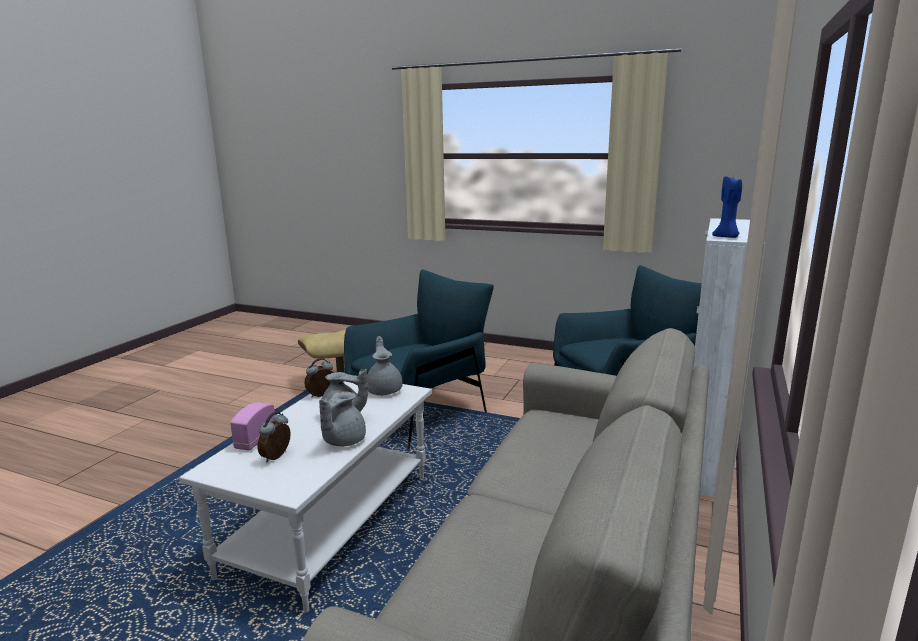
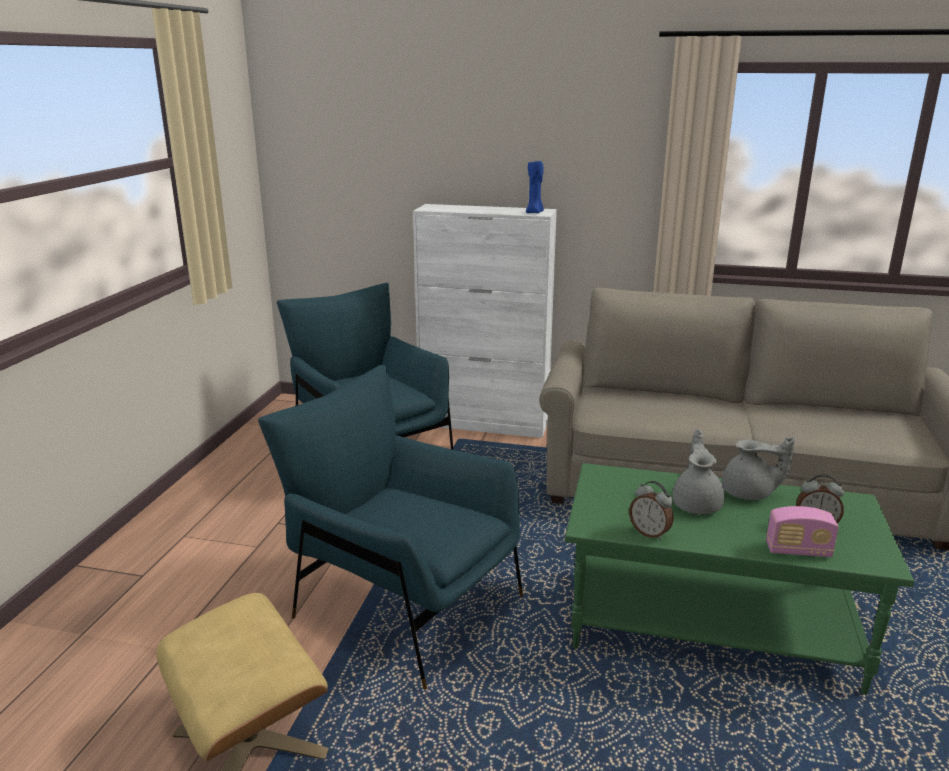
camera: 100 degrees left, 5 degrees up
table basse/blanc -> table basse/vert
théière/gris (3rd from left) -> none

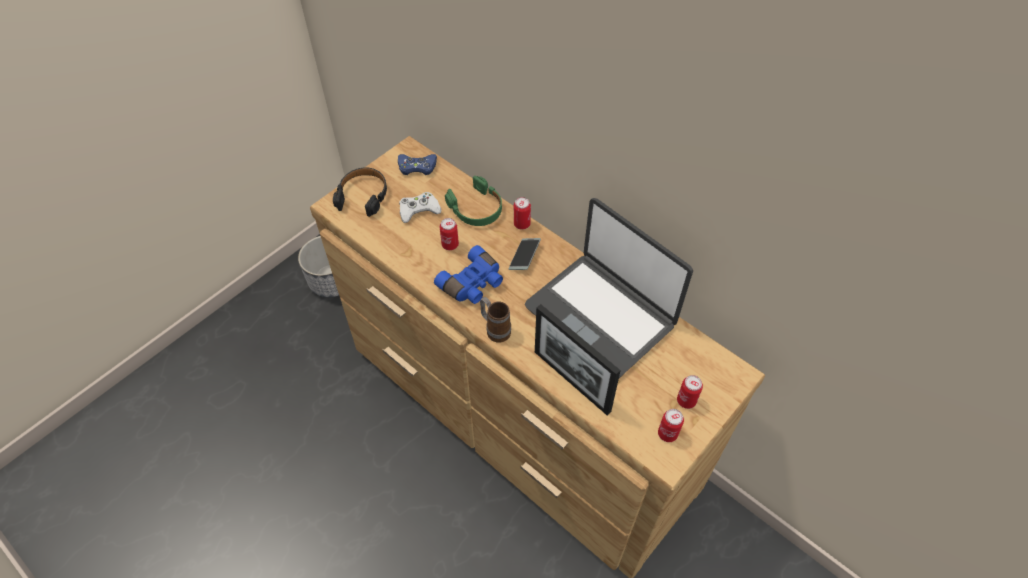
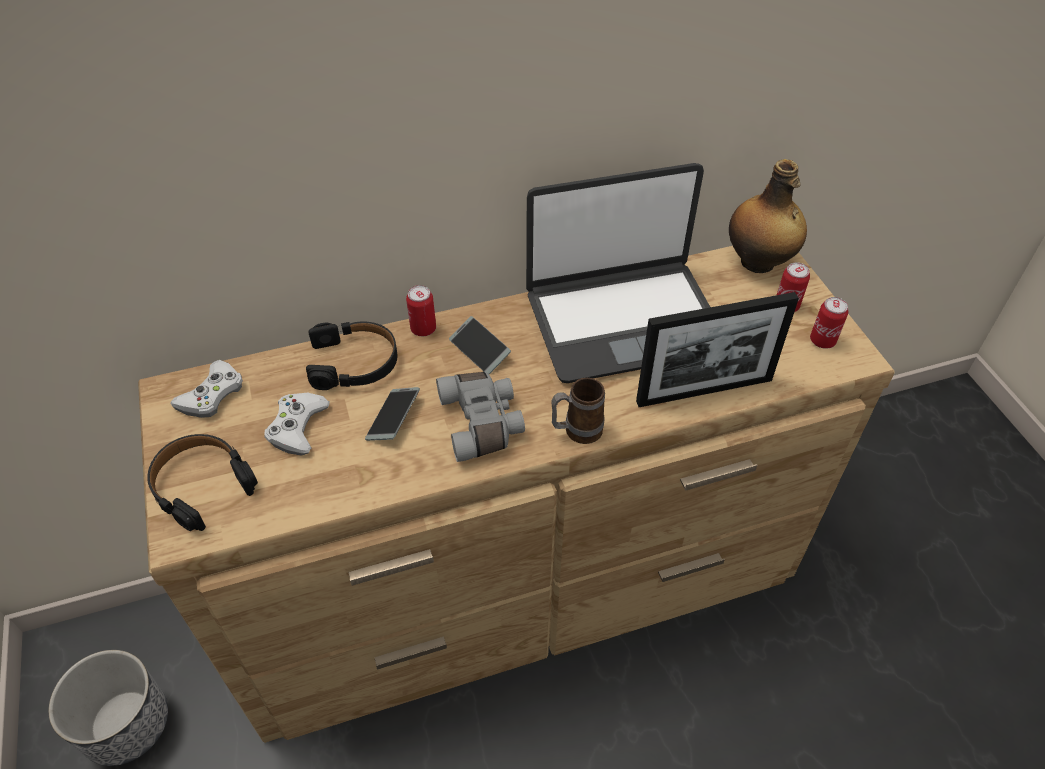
camera: 60 degrees left, 5 degrees down
manette/bleu -> manette/blanc (1st from left)
casque audio/vert -> casque audio/noir (2nd from left)
boîte métallique (1st from left) -> téléphone (1st from left)
jumelles/bleu -> jumelles/gris
none -> bouteille

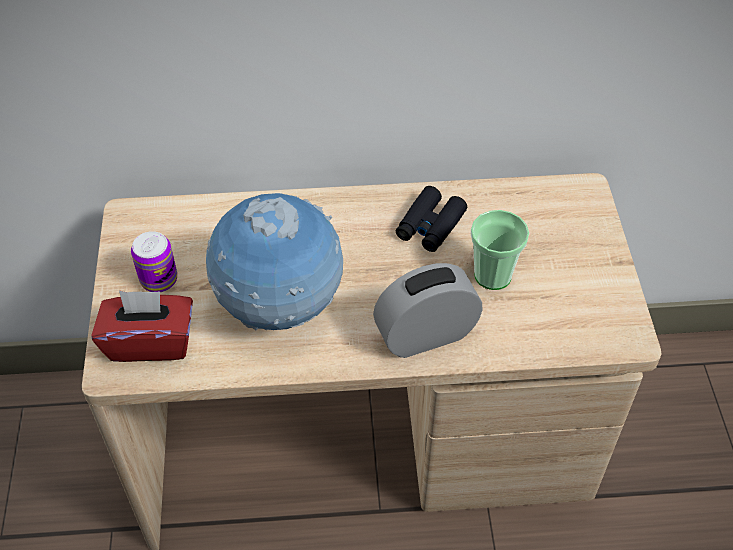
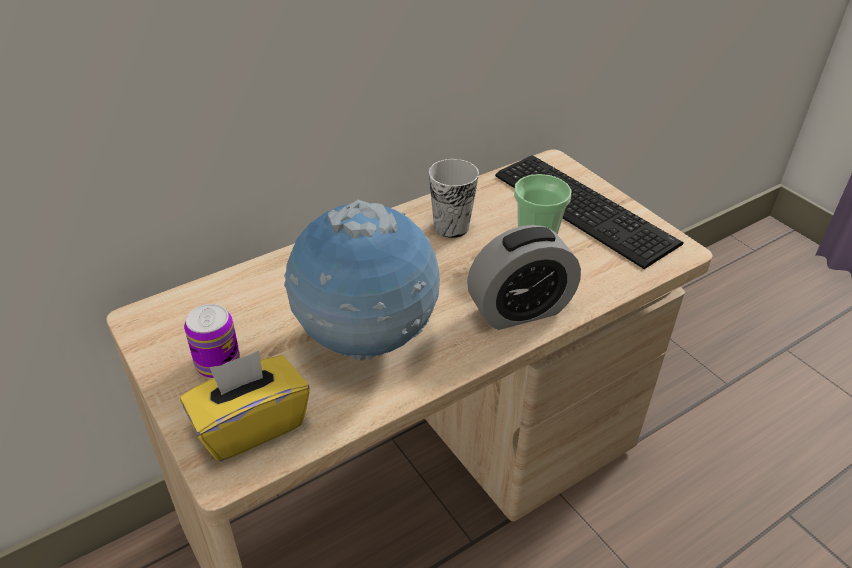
camera: 30 degrees left, 10 degrees down
boîte à mouchoirs/rouge -> boîte à mouchoirs/jaune
jumelles/noir -> tasse (1st from left)
réveil, 150 degrees counterclockwise
none -> clavier

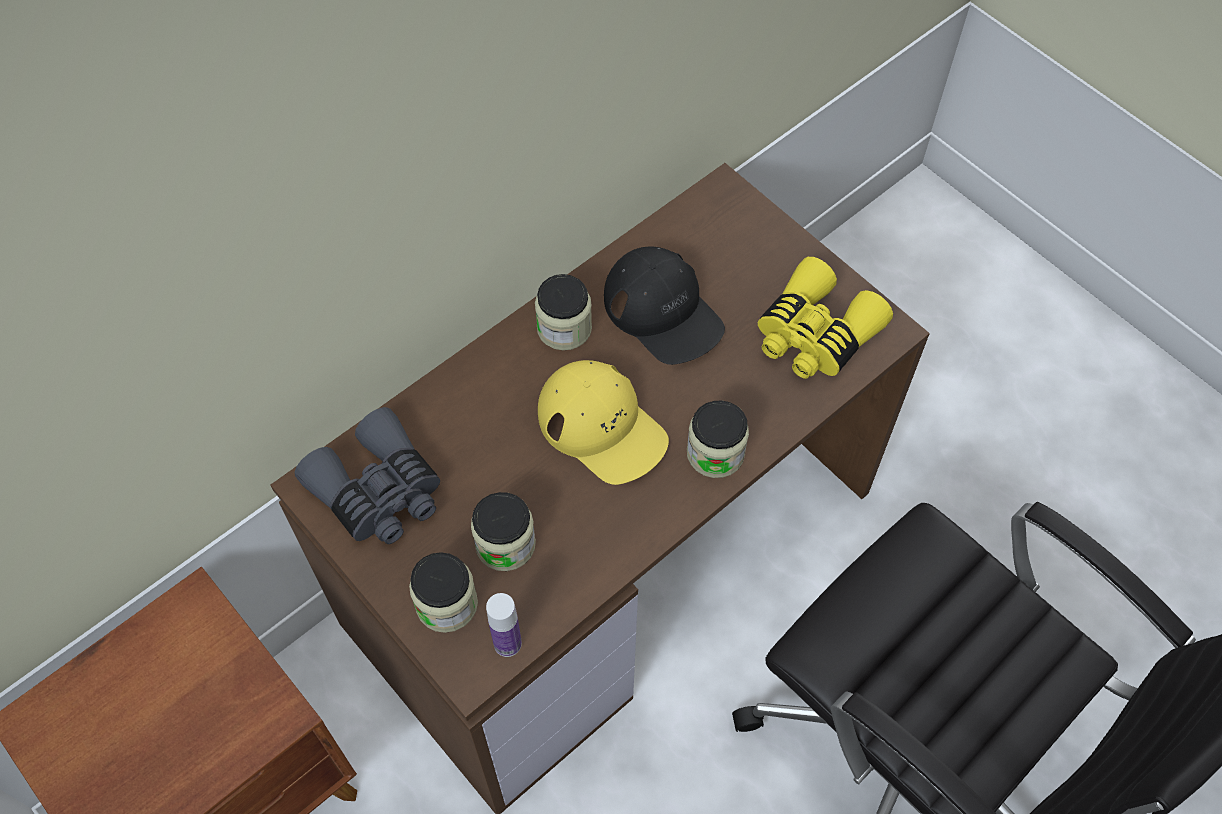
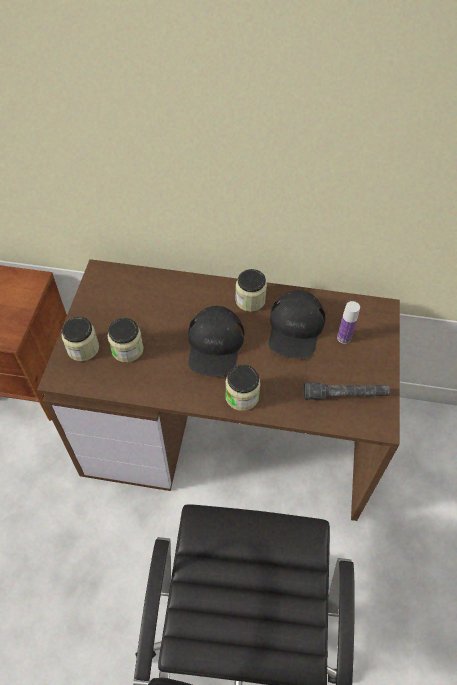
camera: 50 degrees right, 5 degrees down
casquette/jaune -> casquette/noir (1st from left)
jumelles/jaune -> lampe de poche/gris
bouteille, move
jumelles/gris -> none

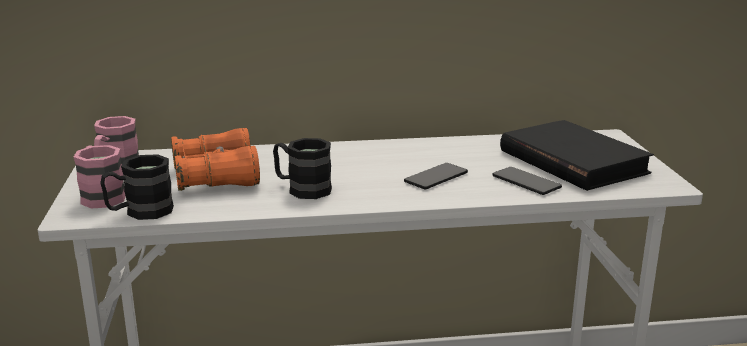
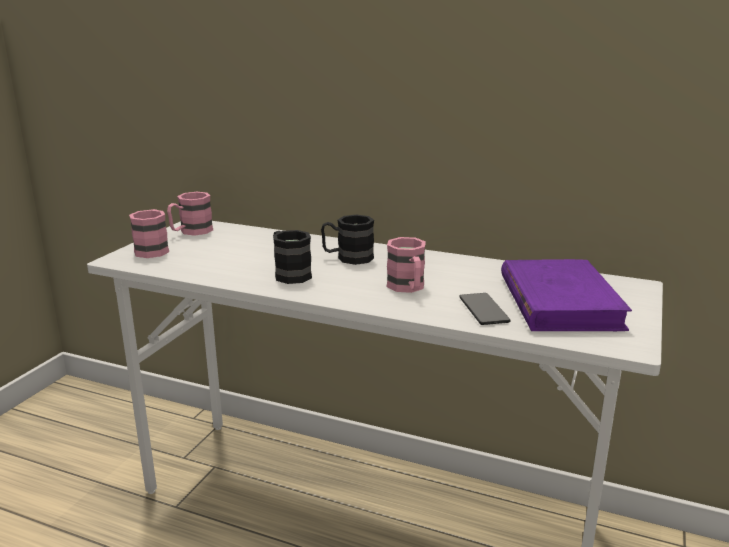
camera: 30 degrees right, 0 degrees up
mug/noir (1st from left in the first image) -> mug/noir (2nd from left), move
téléphone (1st from left) -> mug/rose (3rd from left)
livre/noir -> livre/violet
jumelles/orange -> none

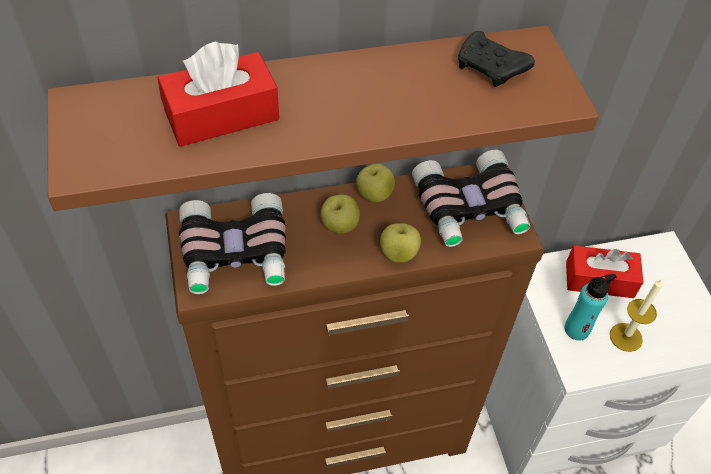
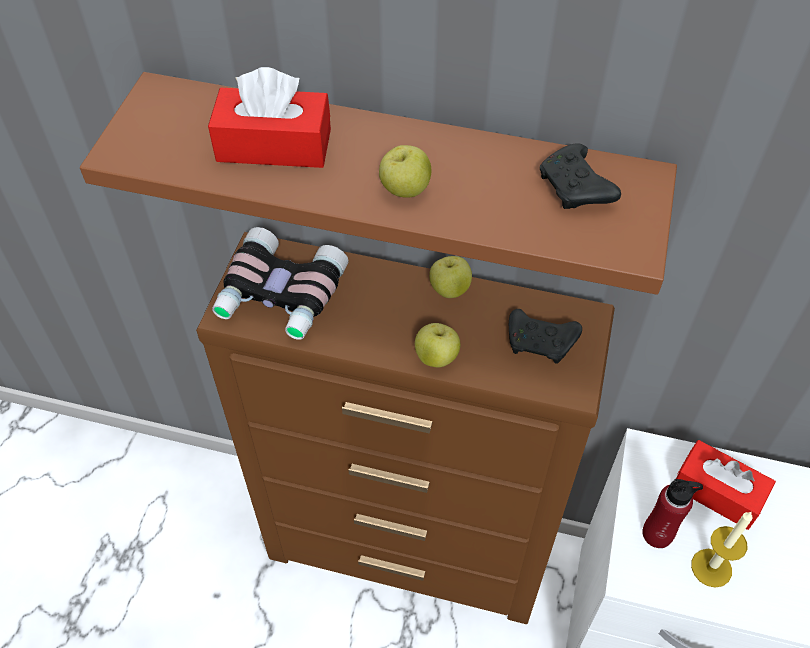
camera: 30 degrees right, 0 degrees up
pomme (1st from left), move
jumelles (2nd from left) -> manette/noir (1st from left)
bouteille/turquoise -> bouteille/rouge

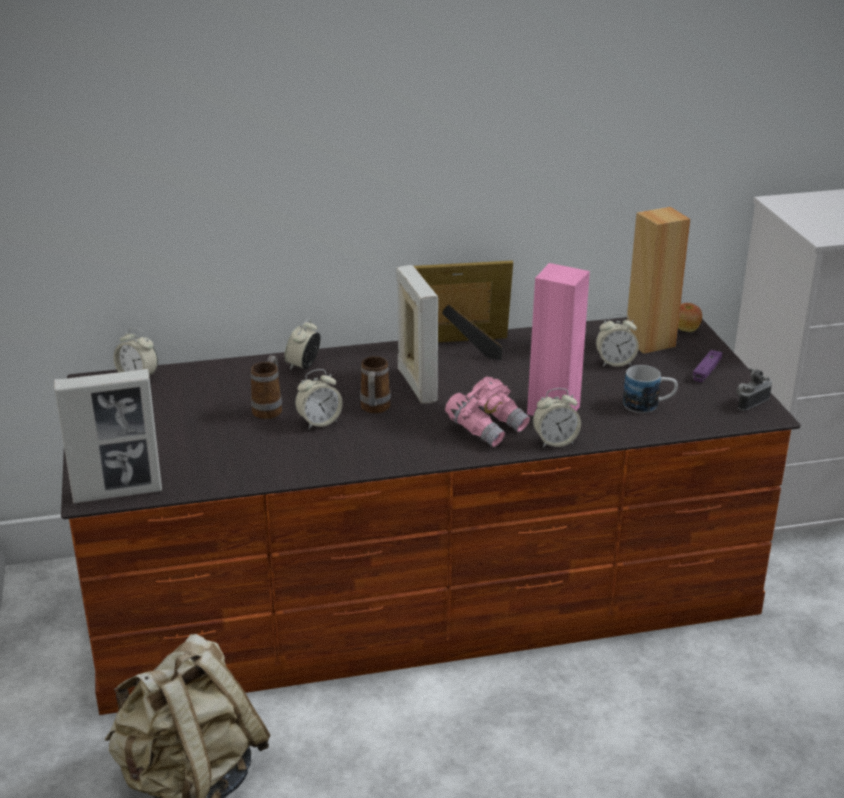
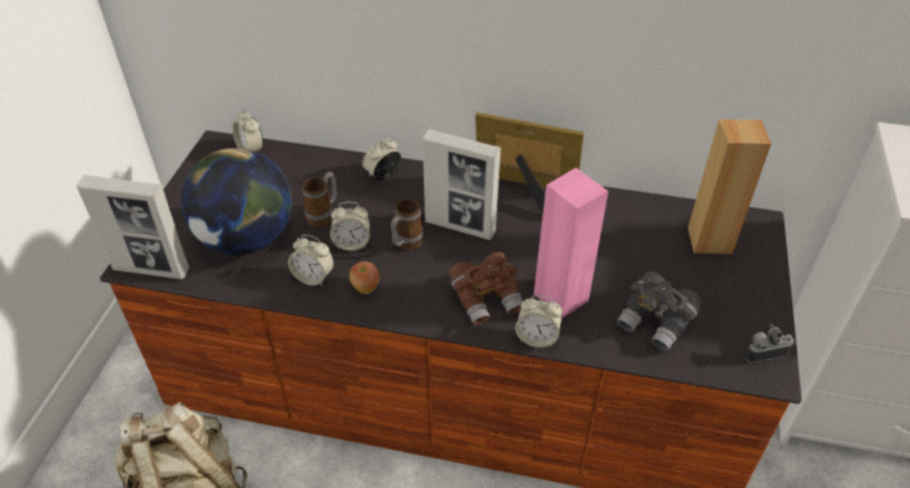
camera: 25 degrees right, 15 degrees up
none -> globe
réveil (5th from left in the first image) -> réveil (2nd from left), move
pomme, move
cadre photo (2nd from left), 105 degrees clockwise
jumelles/rose -> jumelles/marron
mug (3rd from left) -> jumelles/gris
manette/violet -> none

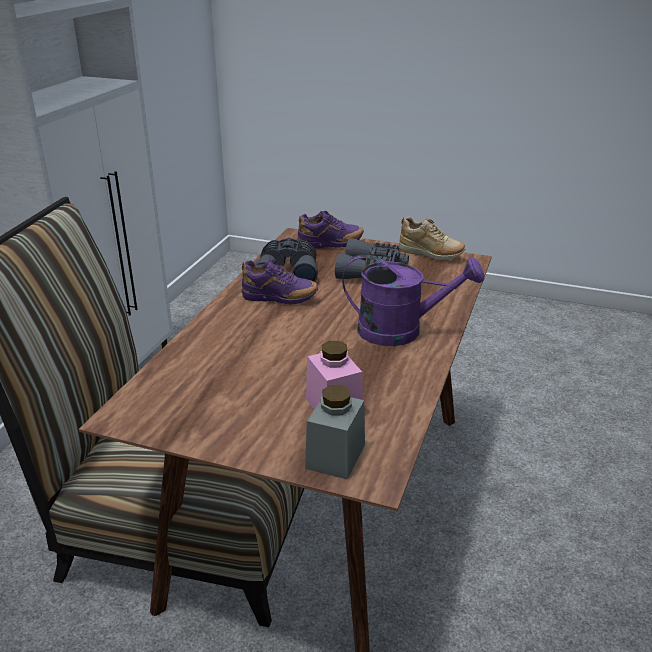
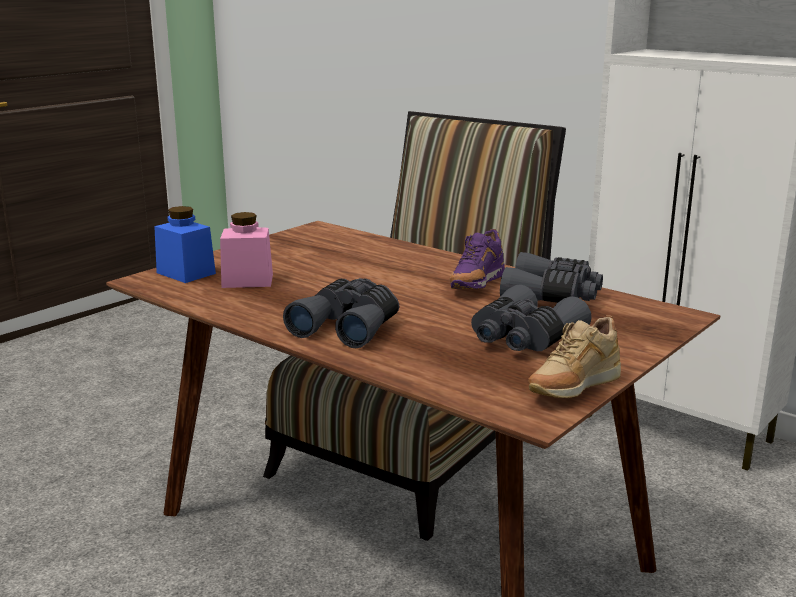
camera: 110 degrees right, 10 degrees down
bocal/gris -> bocal/bleu
arrosoir/violet -> jumelles/gris (1st from left)
chaussure/violet (2nd from left) -> none

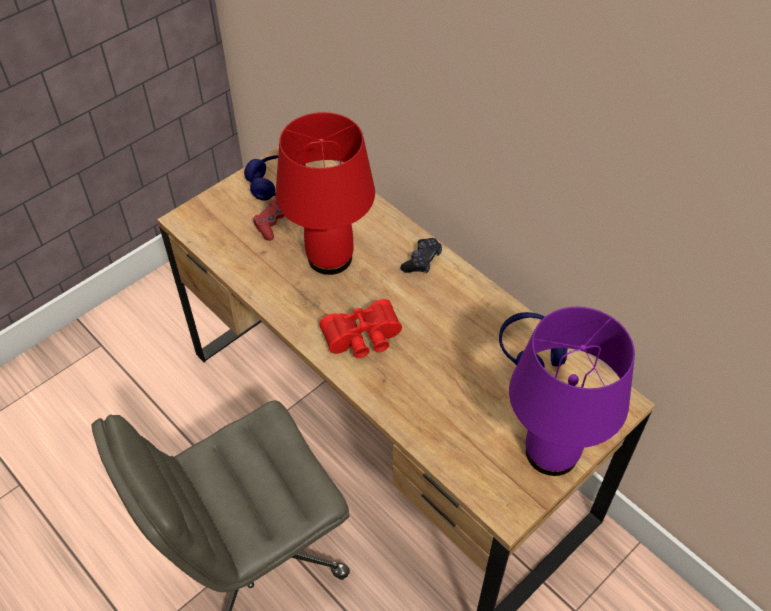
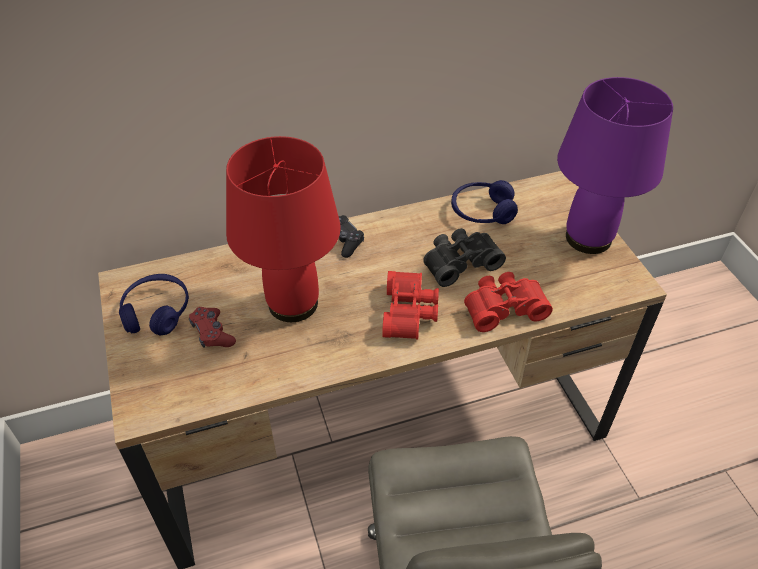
camera: 65 degrees left, 5 degrees down
none -> jumelles/noir
none -> jumelles/rouge (2nd from left)

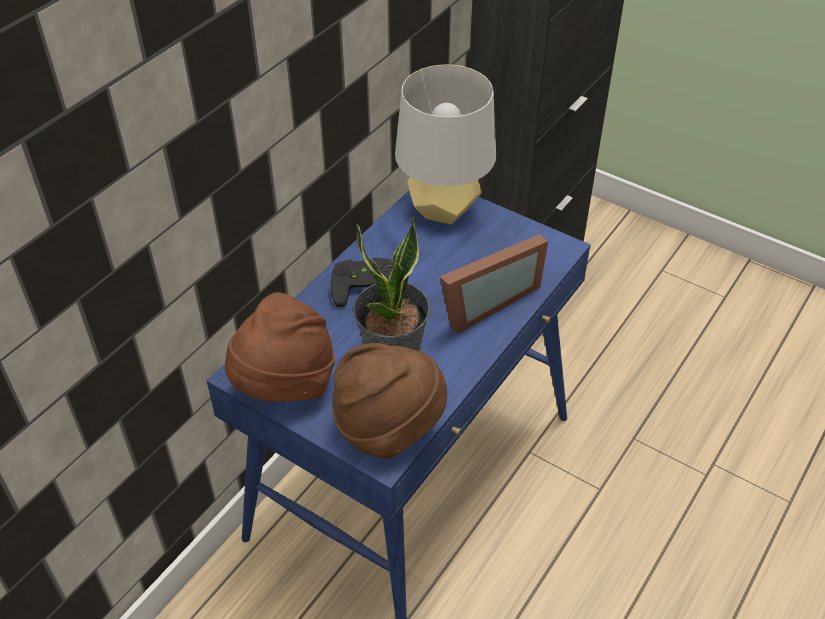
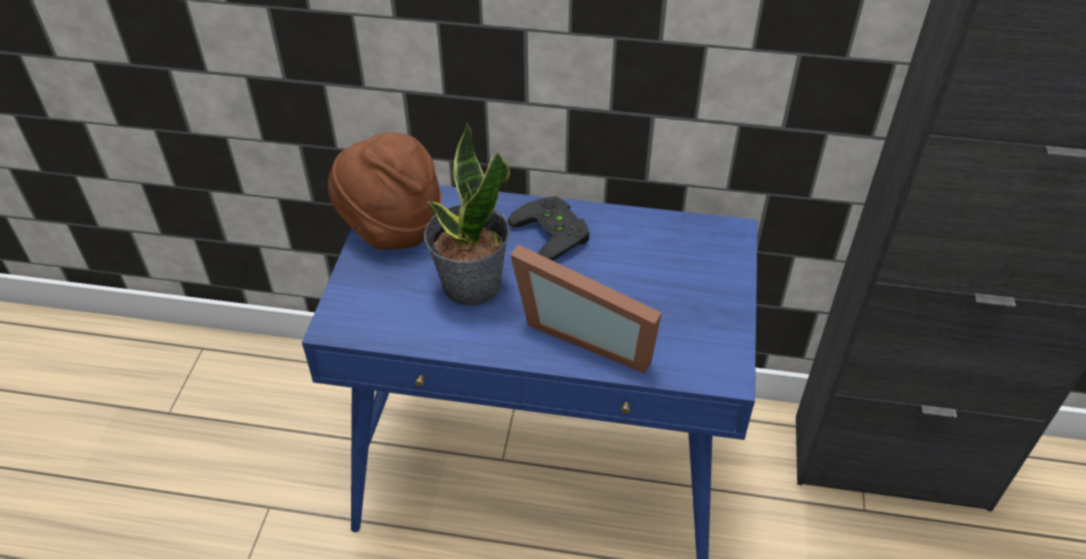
camera: 65 degrees right, 0 degrees up
chapeau/marron (2nd from left) -> none
lampe de table/gris -> none

